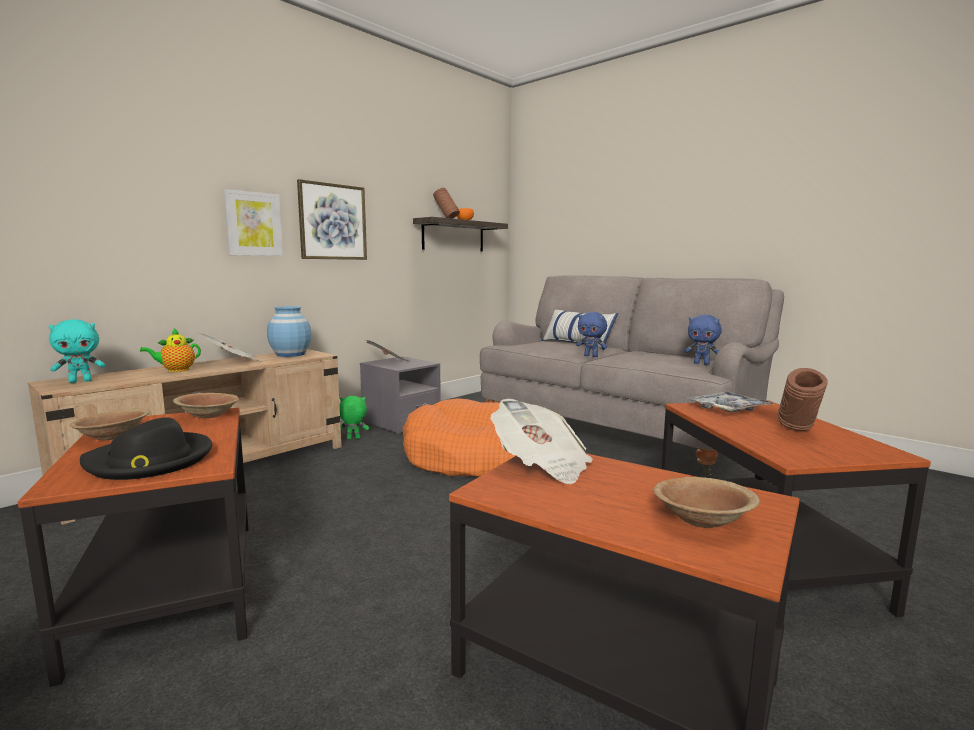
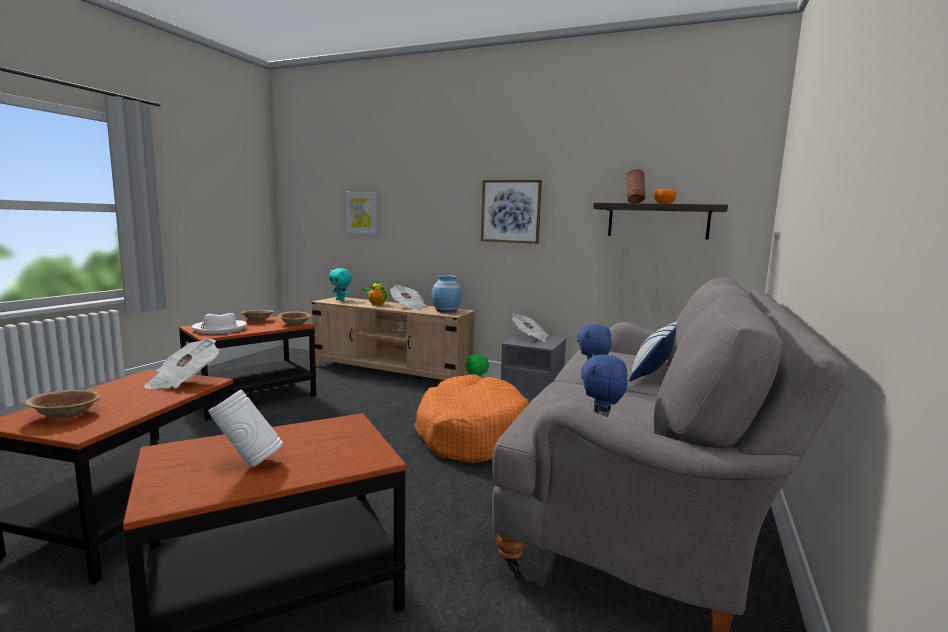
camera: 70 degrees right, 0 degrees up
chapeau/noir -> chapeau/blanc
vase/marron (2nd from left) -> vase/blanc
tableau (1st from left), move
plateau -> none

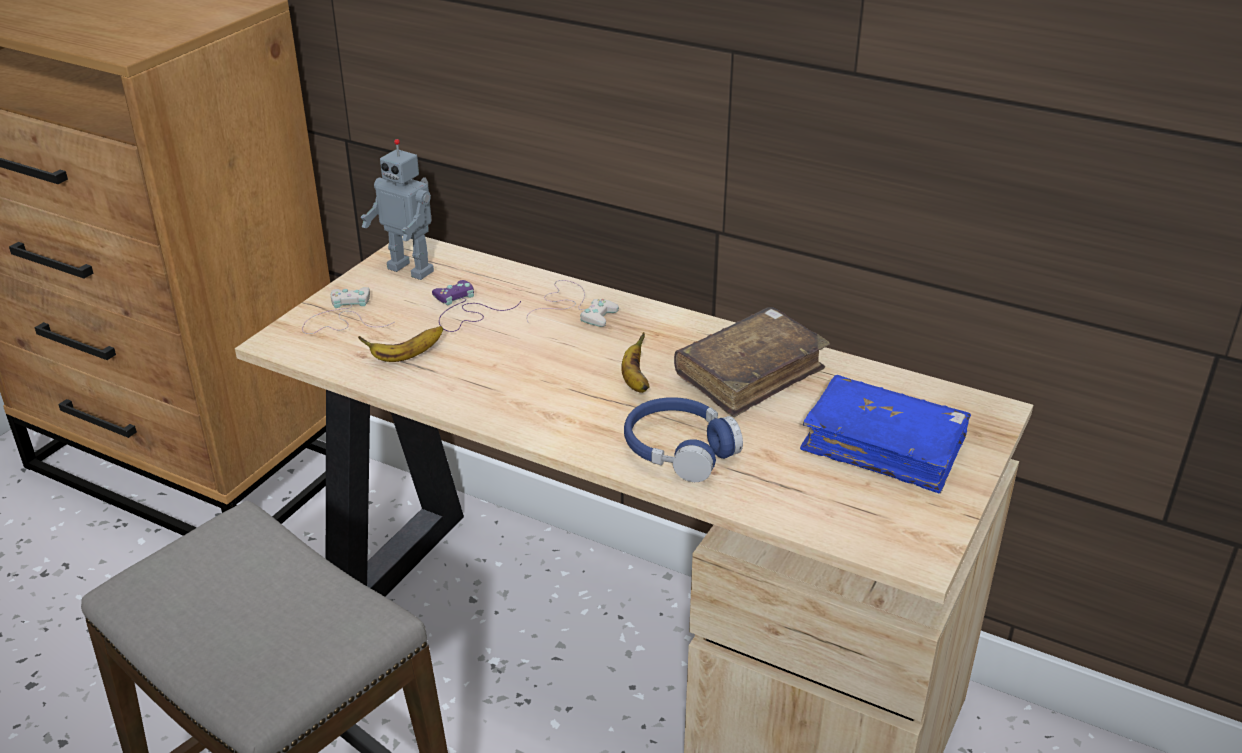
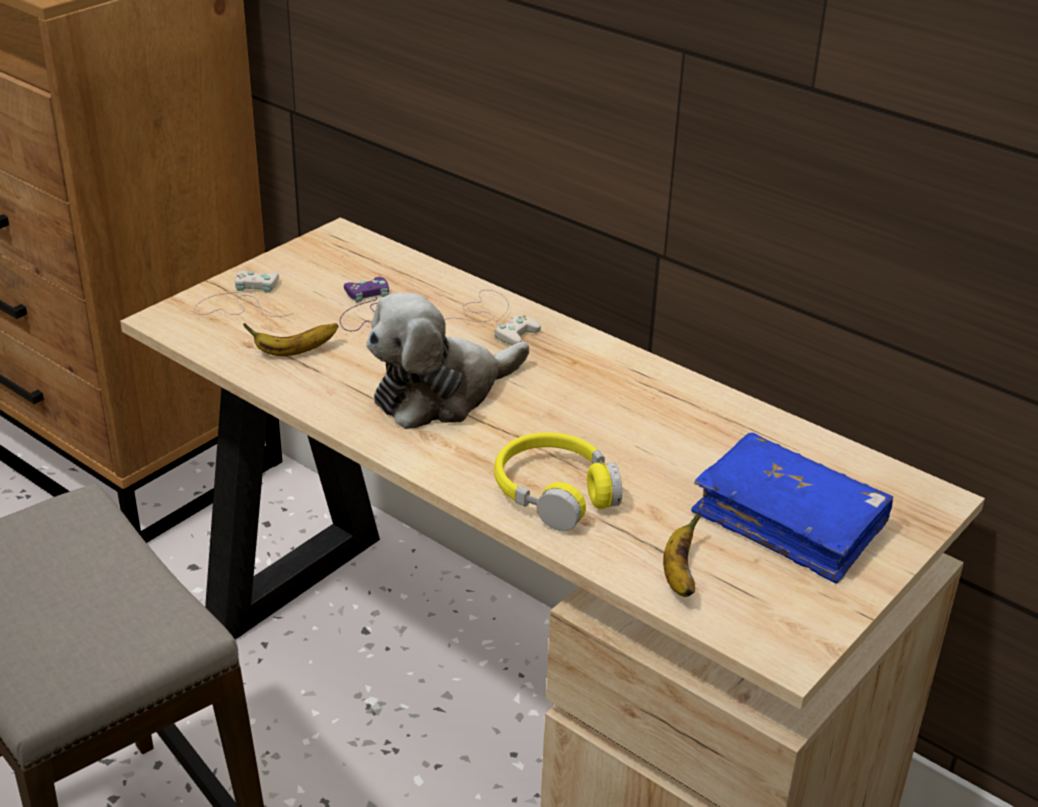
camera: 10 degrees right, 0 degrees up
none -> peluche
casque audio/bleu -> casque audio/jaune
banane (2nd from left), move
robot jouet -> none
livre/marron -> none

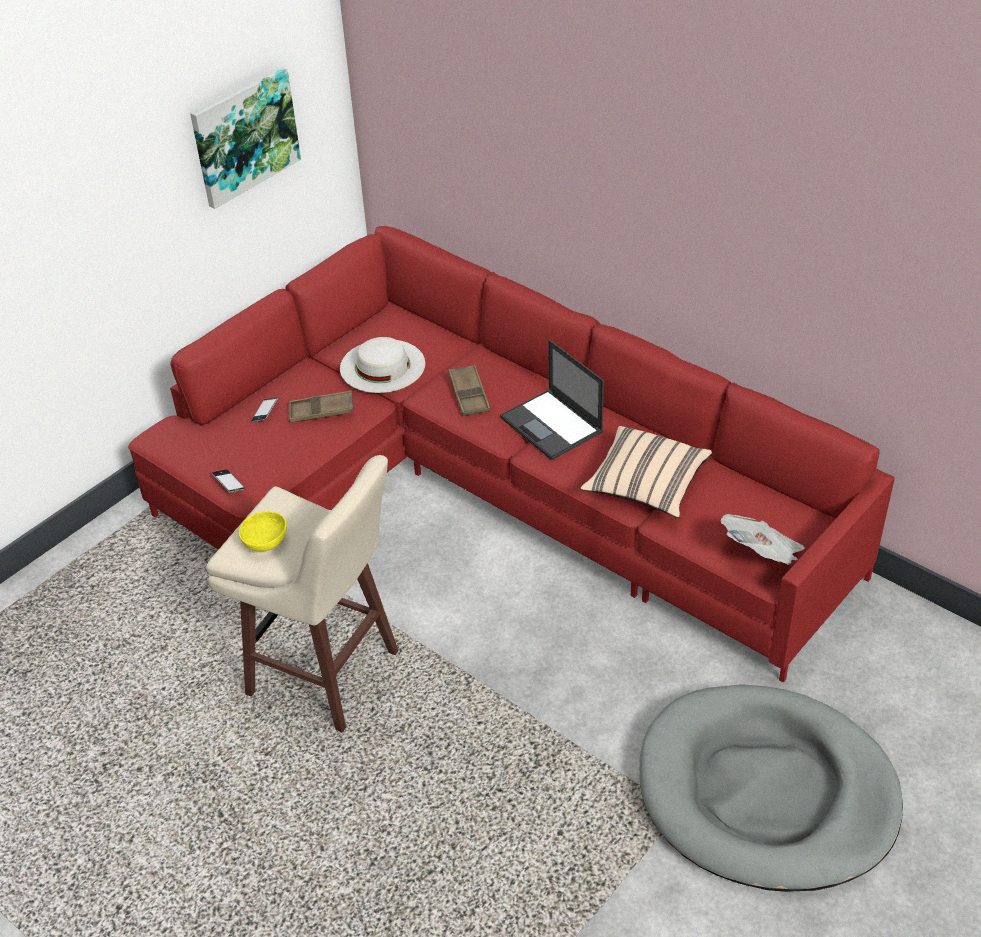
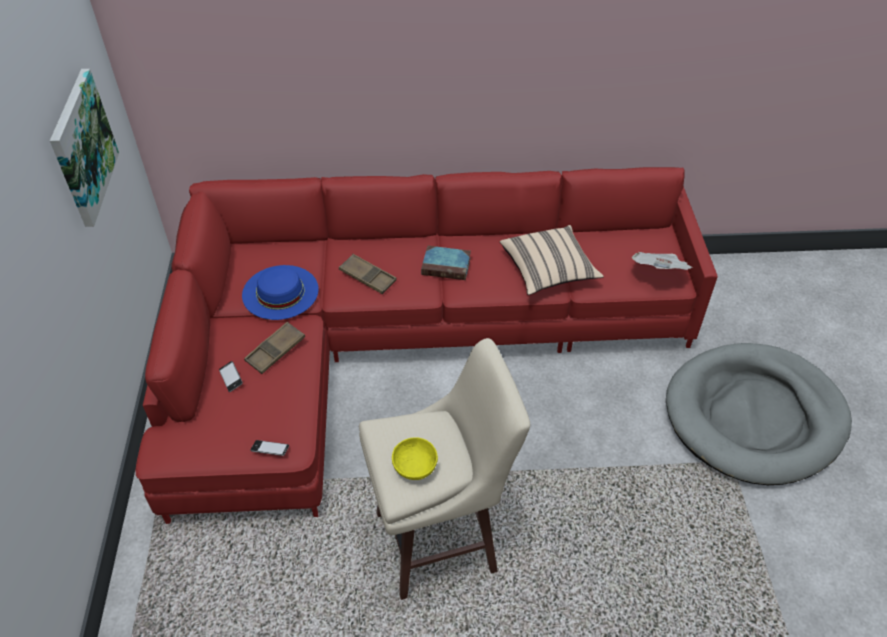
camera: 45 degrees left, 5 degrees up
chapeau/blanc -> chapeau/bleu
ordinateur portable -> livre

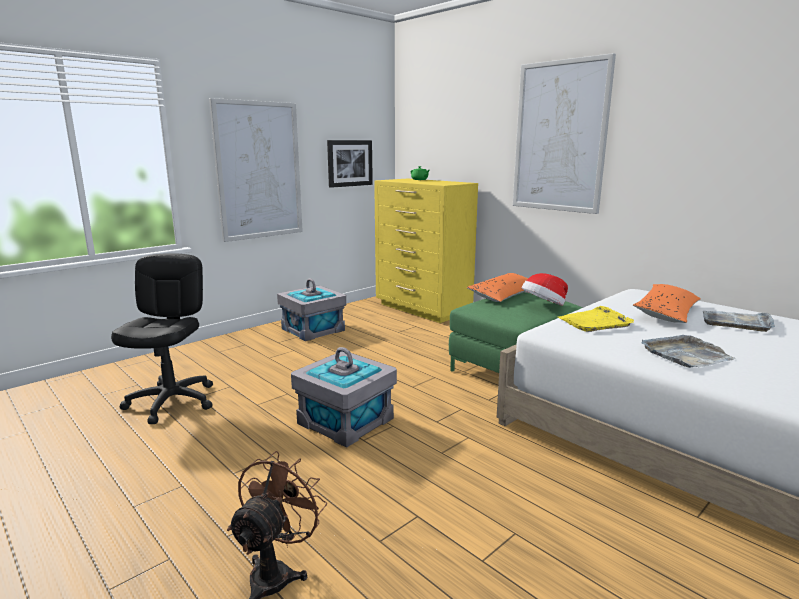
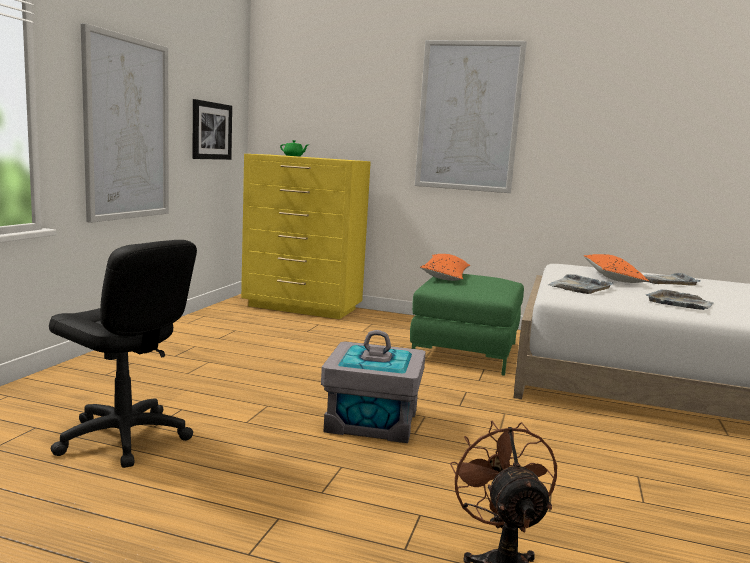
camera: 30 degrees left, 5 degrees down
chaise de bureau/noir, 150 degrees clockwise
plateau/jaune -> plateau/gris (1st from left)
boîte de rangement/gris (1st from left) -> none
chapeau -> none

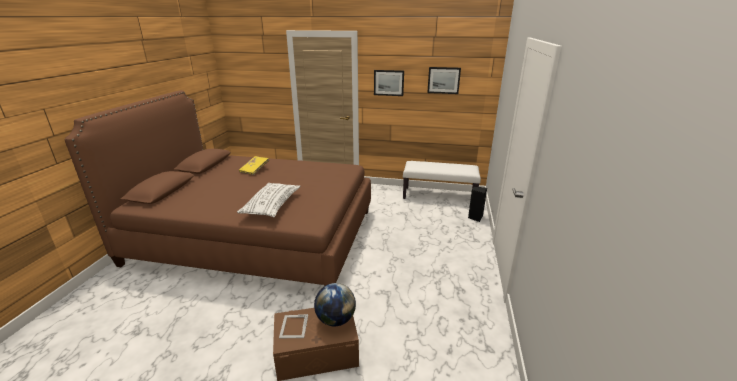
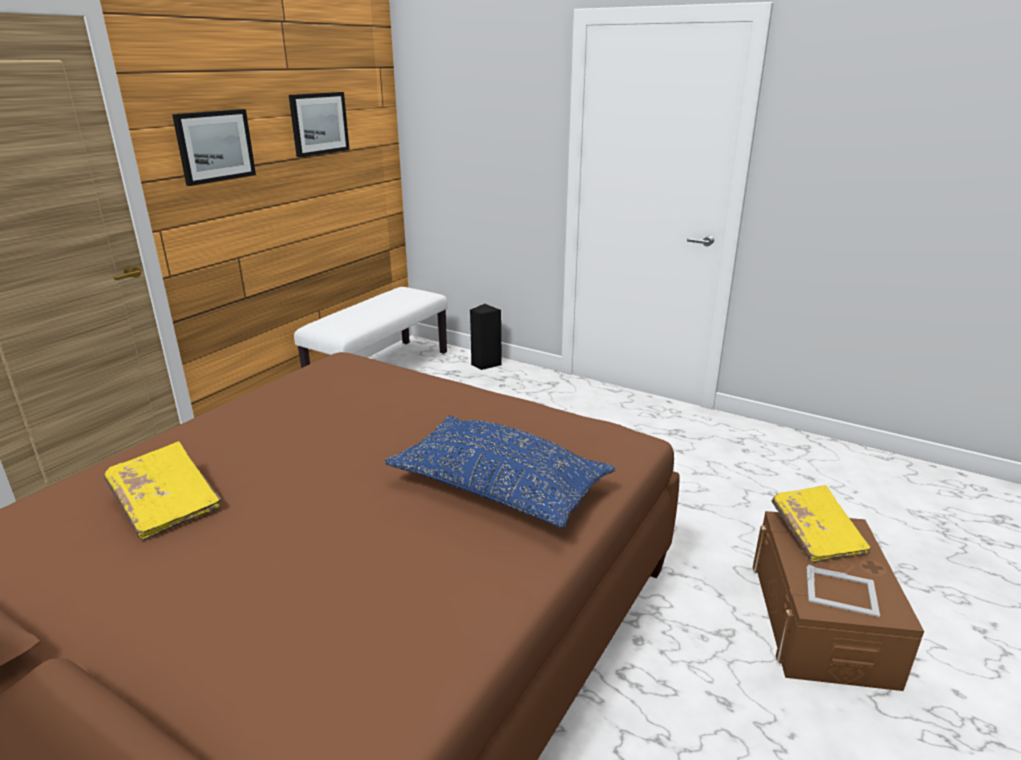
camera: 70 degrees left, 0 degrees up
coussin/blanc -> coussin/bleu
globe -> livre/jaune (2nd from left)

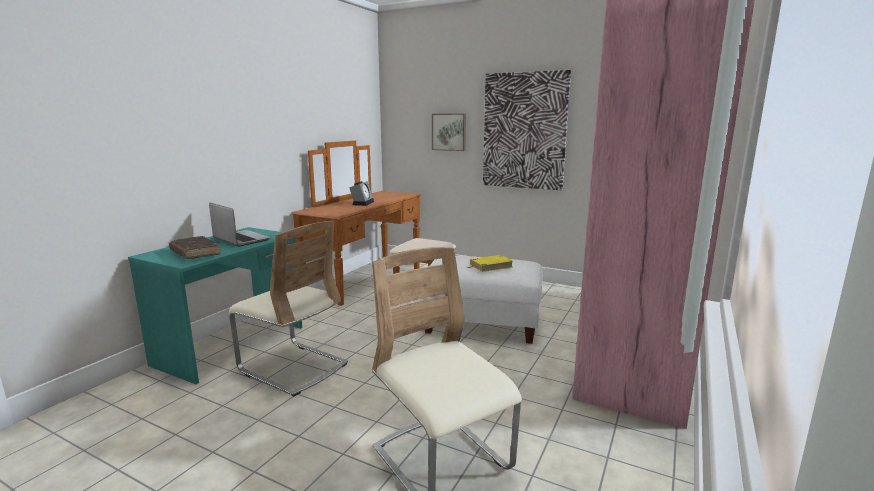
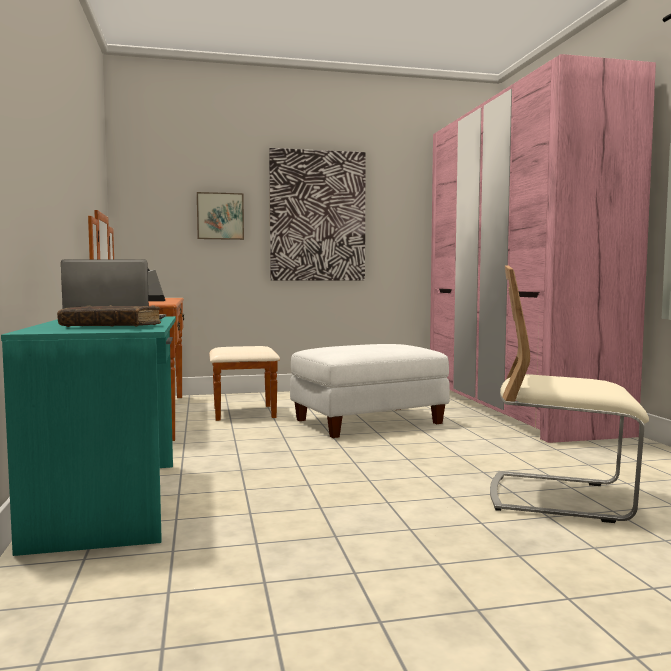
camera: 40 degrees left, 10 degrees down
chaise/beige (1st from left) -> none
livre/jaune -> none

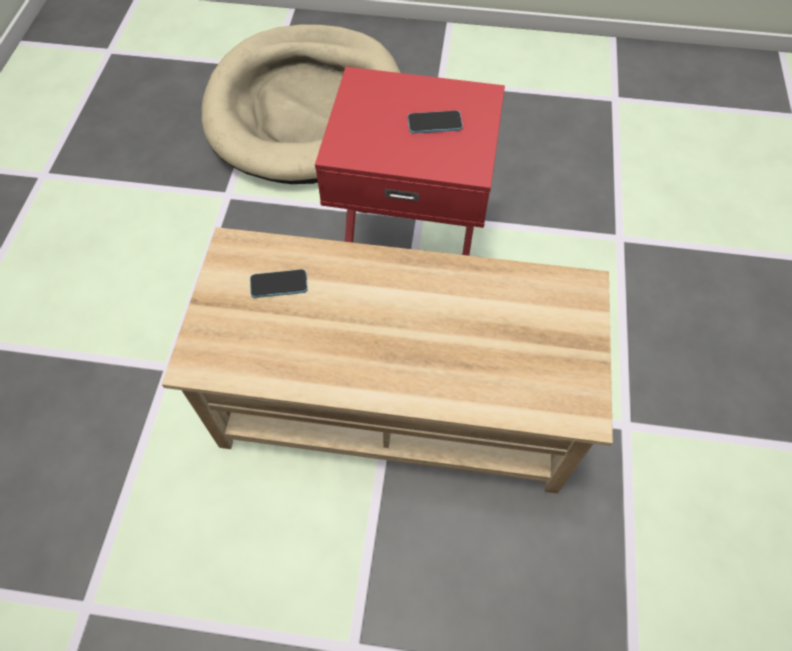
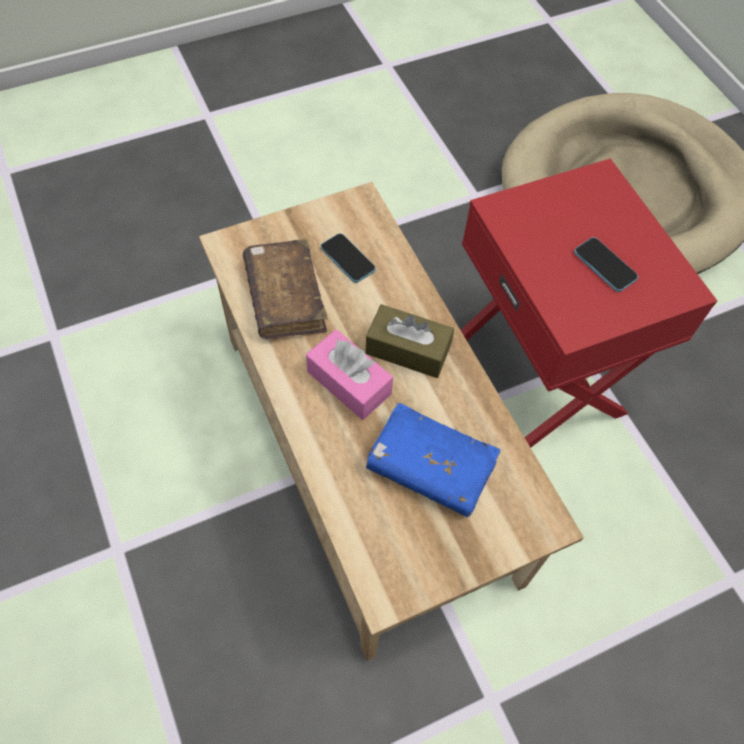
camera: 55 degrees right, 0 degrees up
none -> livre/marron
none -> boîte à mouchoirs/rose
none -> boîte à mouchoirs/marron
none -> livre/bleu

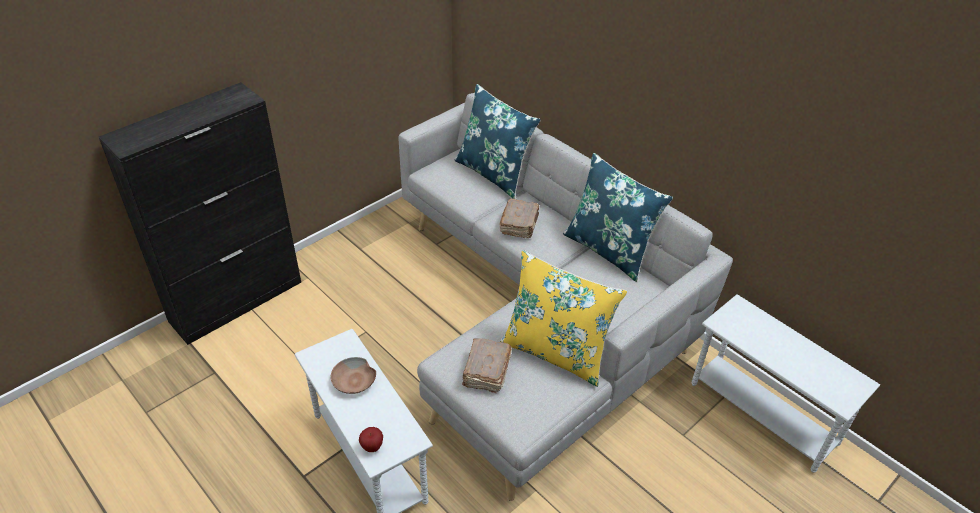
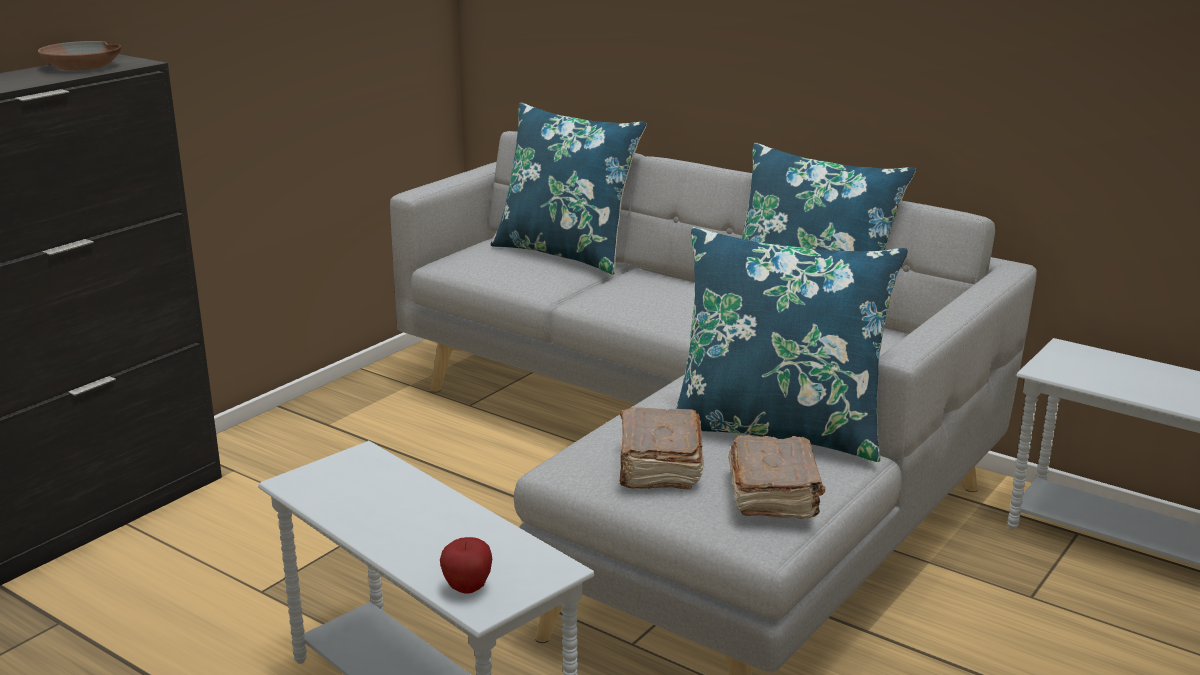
camera: 10 degrees left, 20 degrees down
bol/marron, move
coussin/jaune -> coussin/bleu (2nd from left)
livre/marron (2nd from left), move

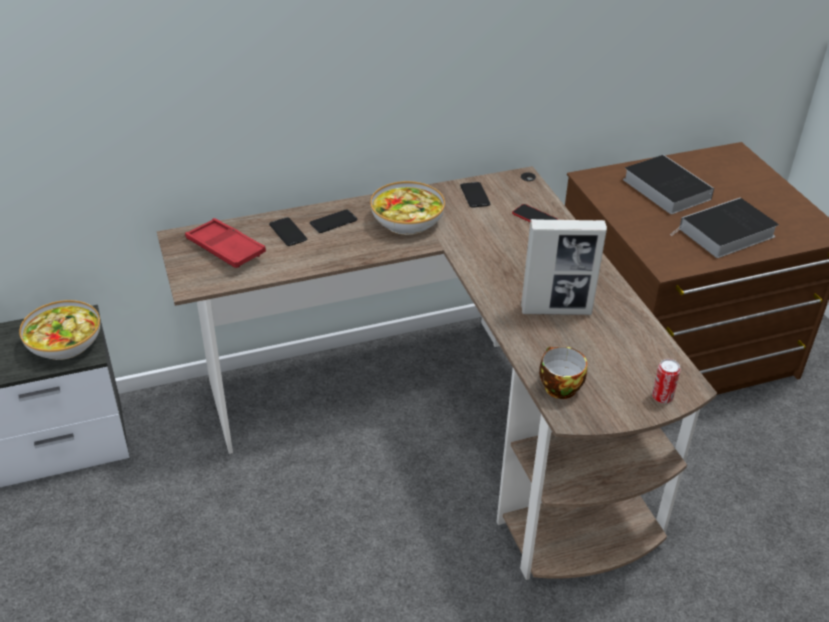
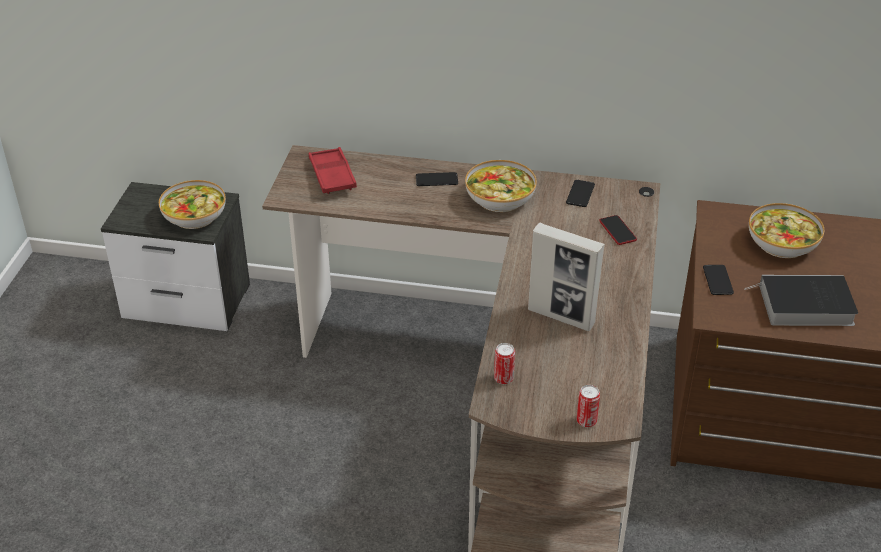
camera: 30 degrees right, 0 degrees up
tasse -> boîte métallique (1st from left)
téléphone (1st from left in the first image) -> téléphone (4th from left), move
livre (1st from left) -> bol (3rd from left)

